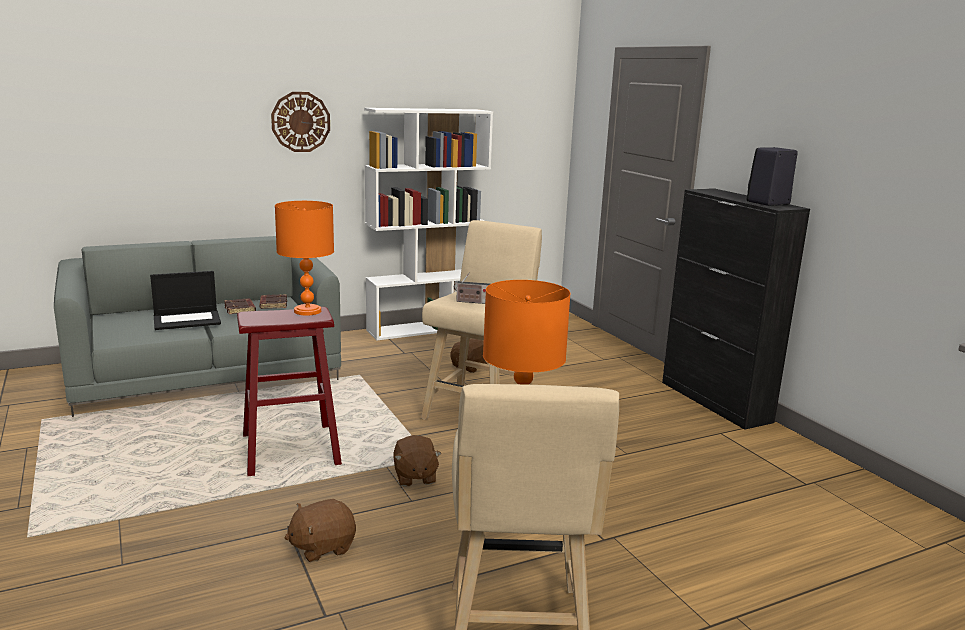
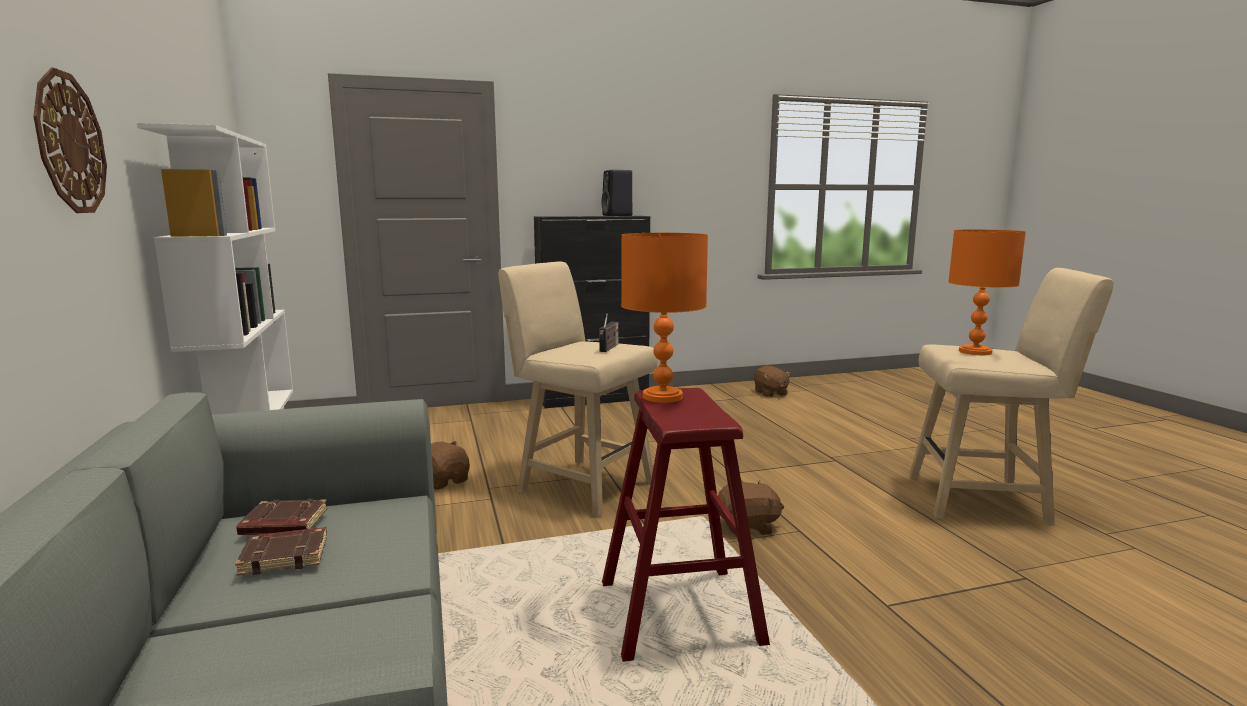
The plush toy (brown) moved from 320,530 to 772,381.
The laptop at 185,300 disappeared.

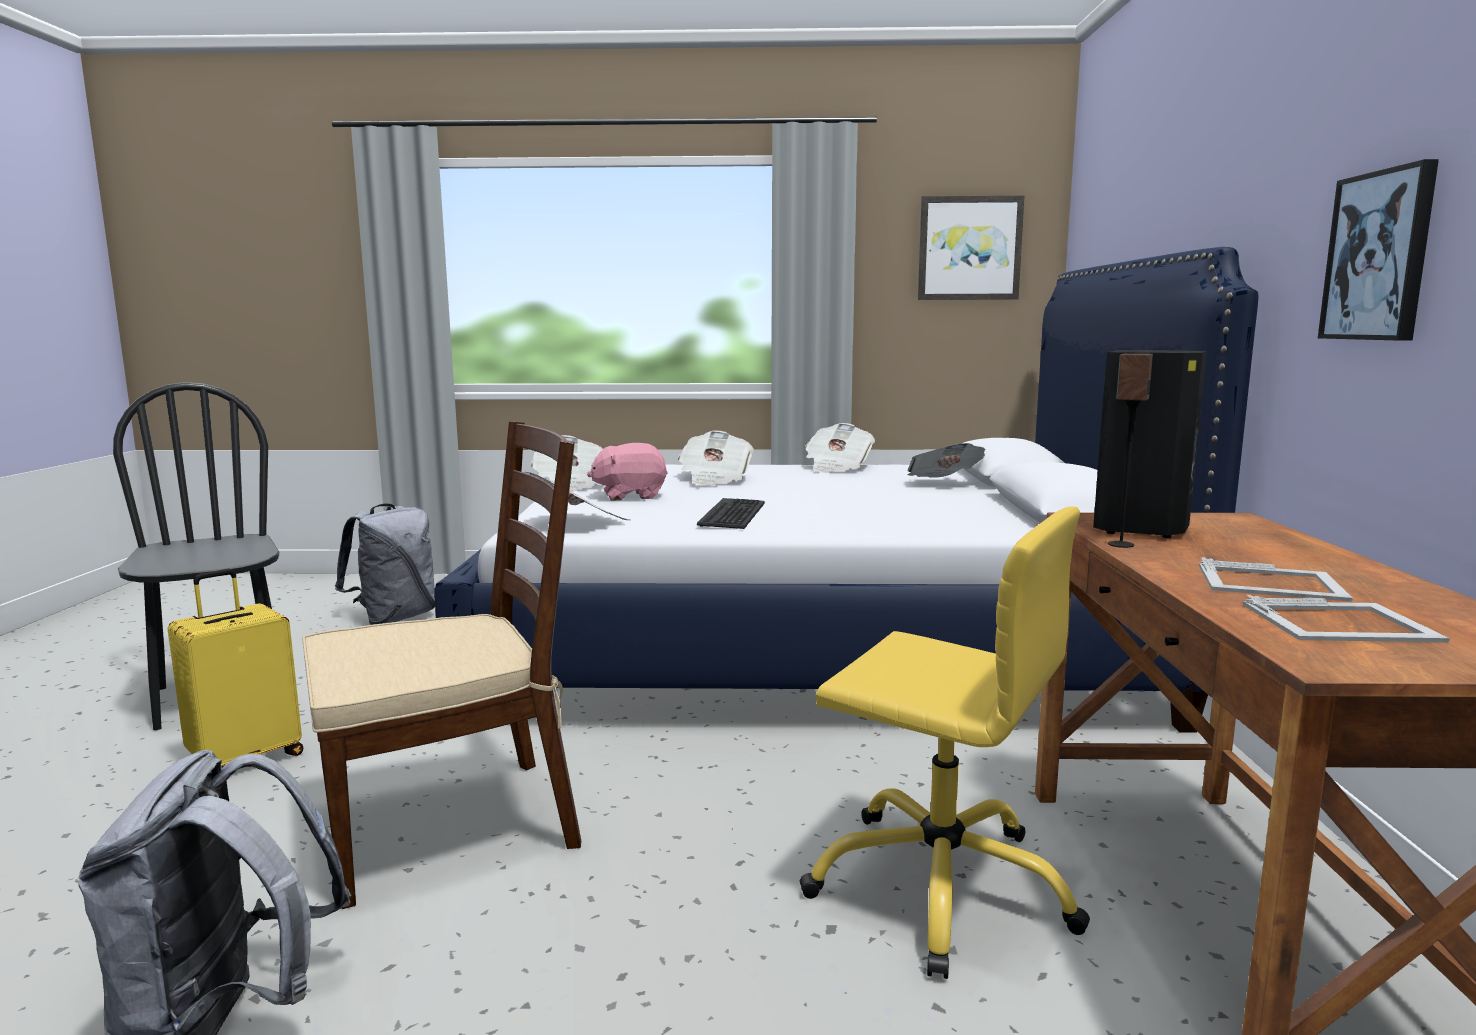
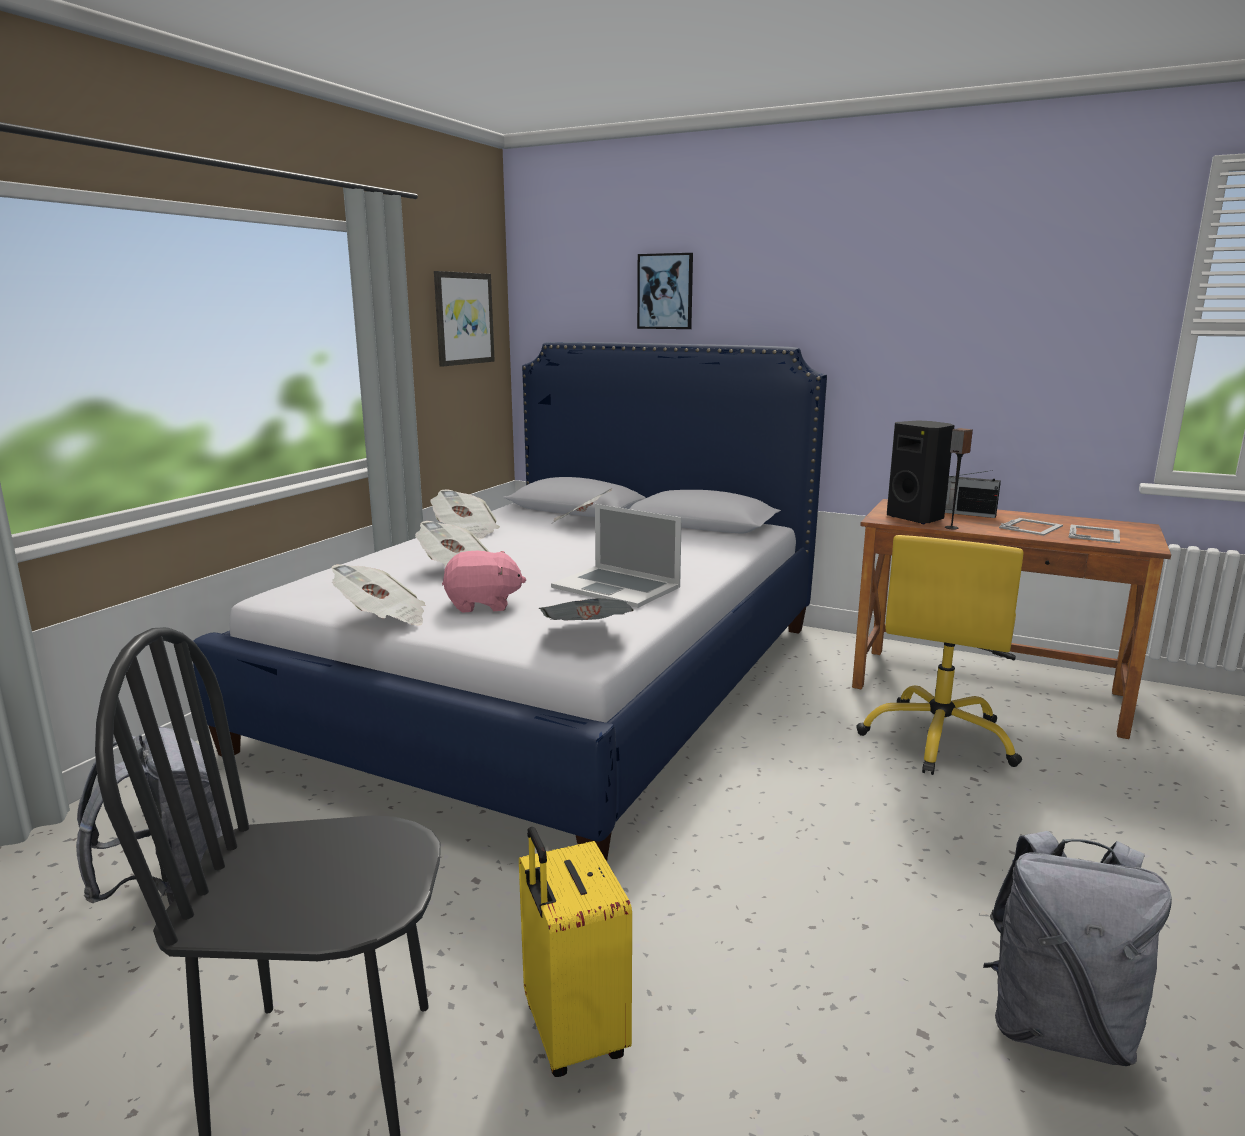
The plush toy (pink) at 627,472 turned 105 degrees counterclockwise.
The keyboard at 731,513 was replaced by the laptop at 616,556.
The picture moved from 1378,250 to 665,291.
The office chair (yellow) at 945,743 turned 150 degrees clockwise.
The radio at 973,494 appeared.
The chair (brown) at 441,665 disappeared.

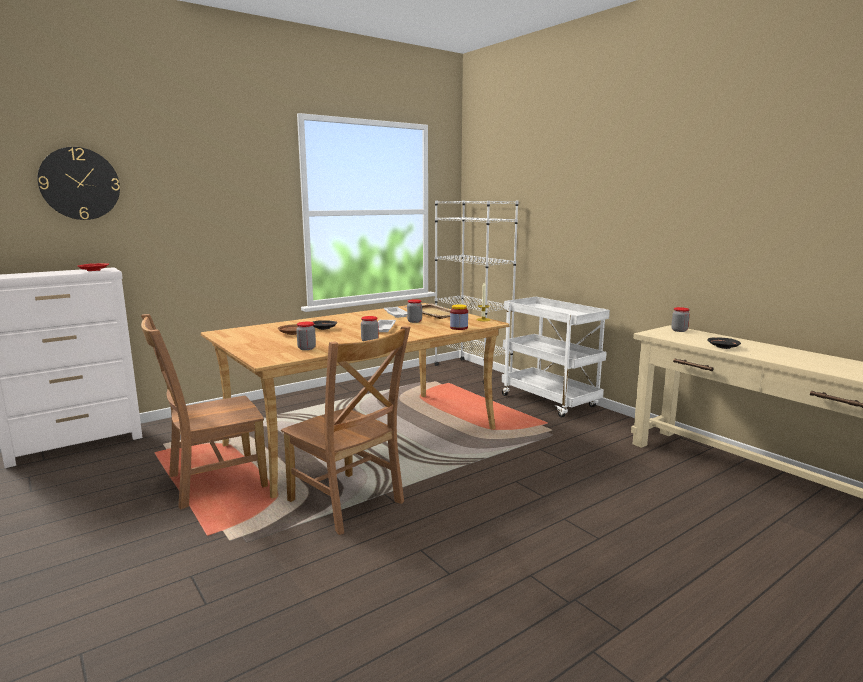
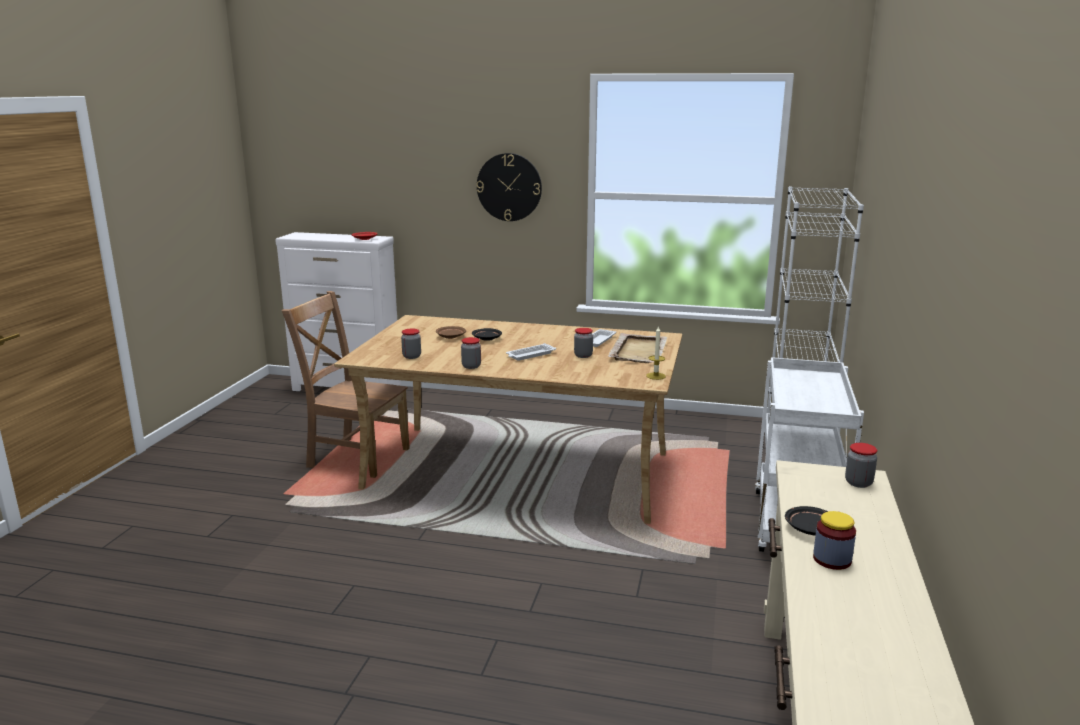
The wall clock moved from 78,183 to 509,187.
The jar moved from 459,317 to 834,540.
The chair (brown) at 345,430 disappeared.

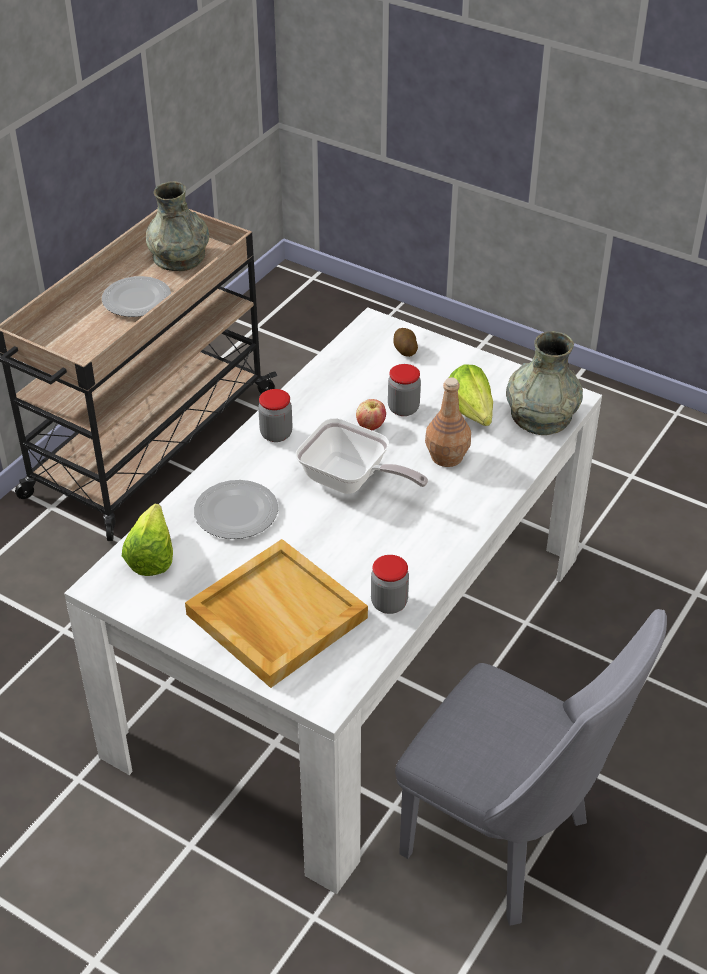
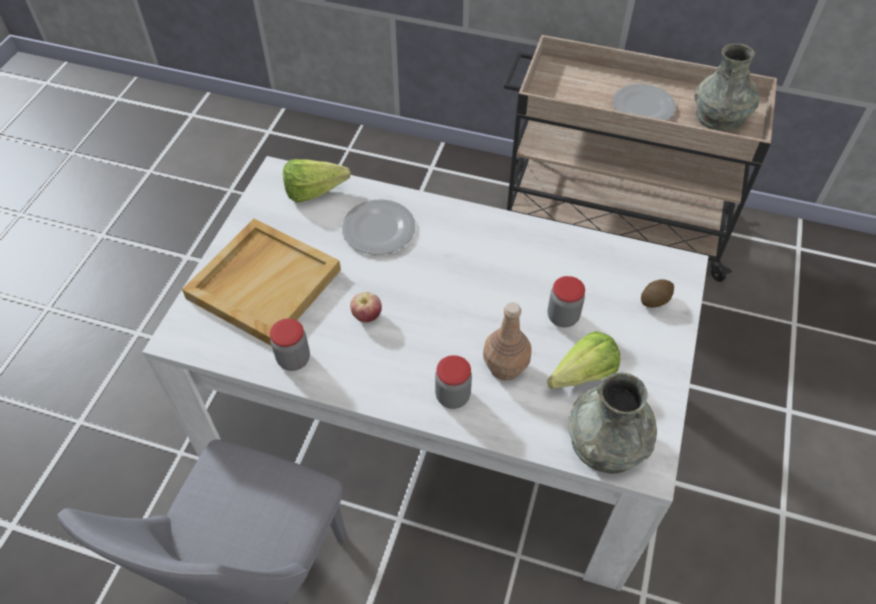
The apple moved from 371,414 to 366,307.
The jar moved from 275,415 to 453,382.
The frying pan at 362,456 disappeared.

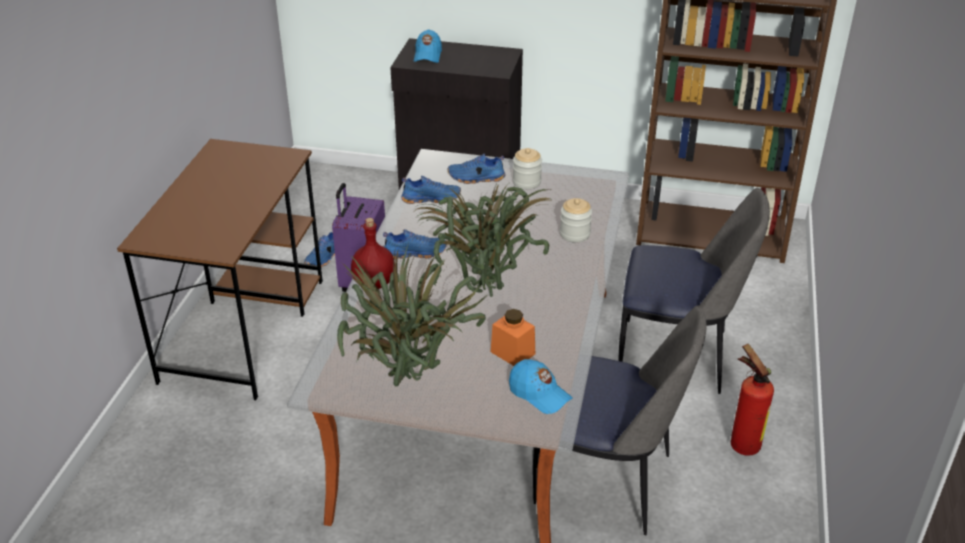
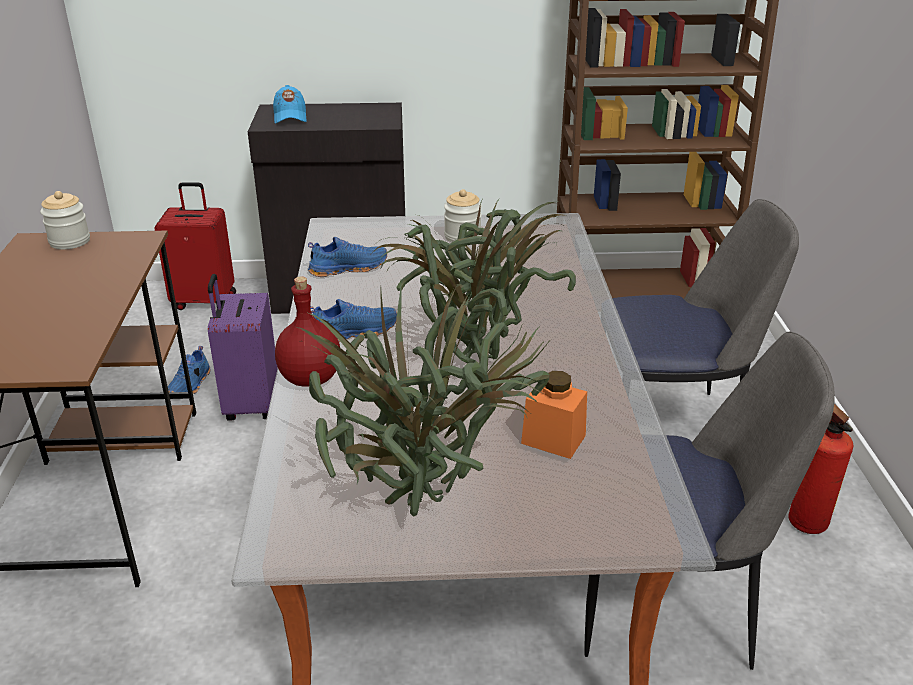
The jar moved from 576,220 to 65,220.
The suitcase (red) at 195,246 appeared.
The shoe (blue) at 476,169 disappeared.
The cap (blue) at 541,386 disappeared.

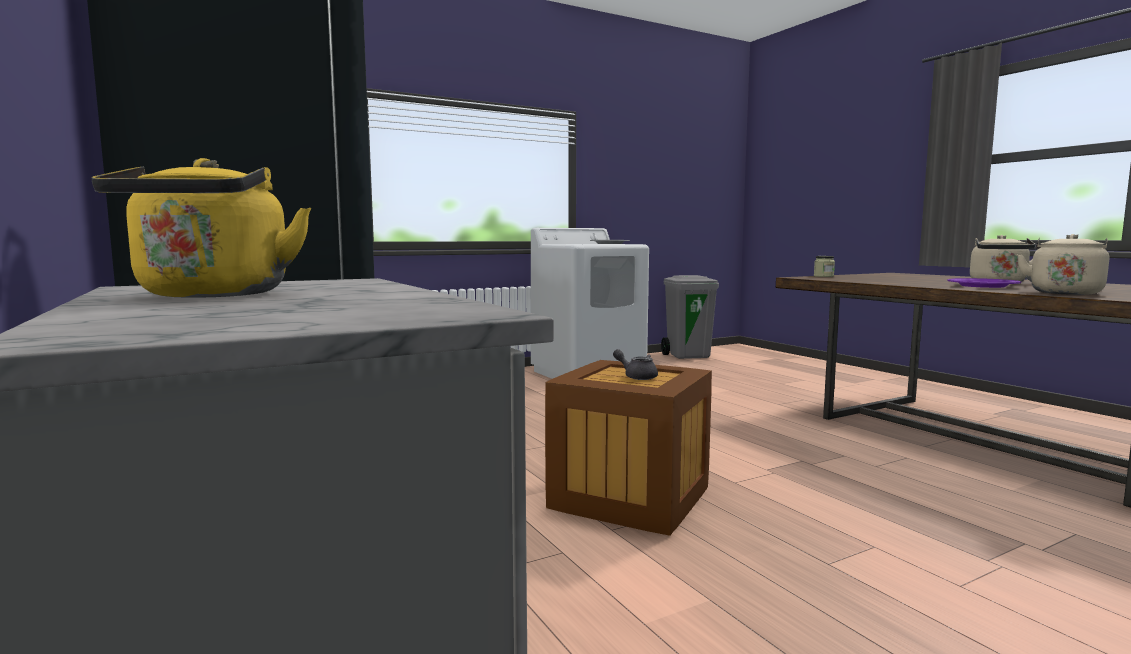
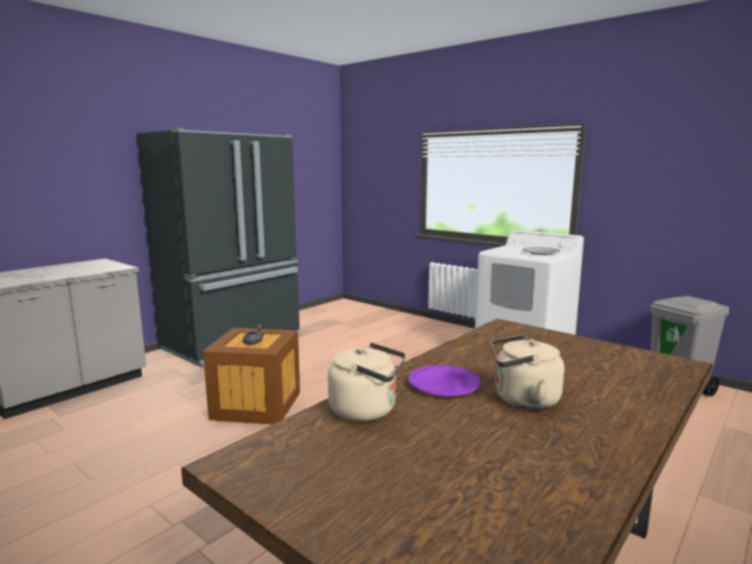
The kettle (yellow) at 201,228 disappeared.
The jar at 824,266 disappeared.

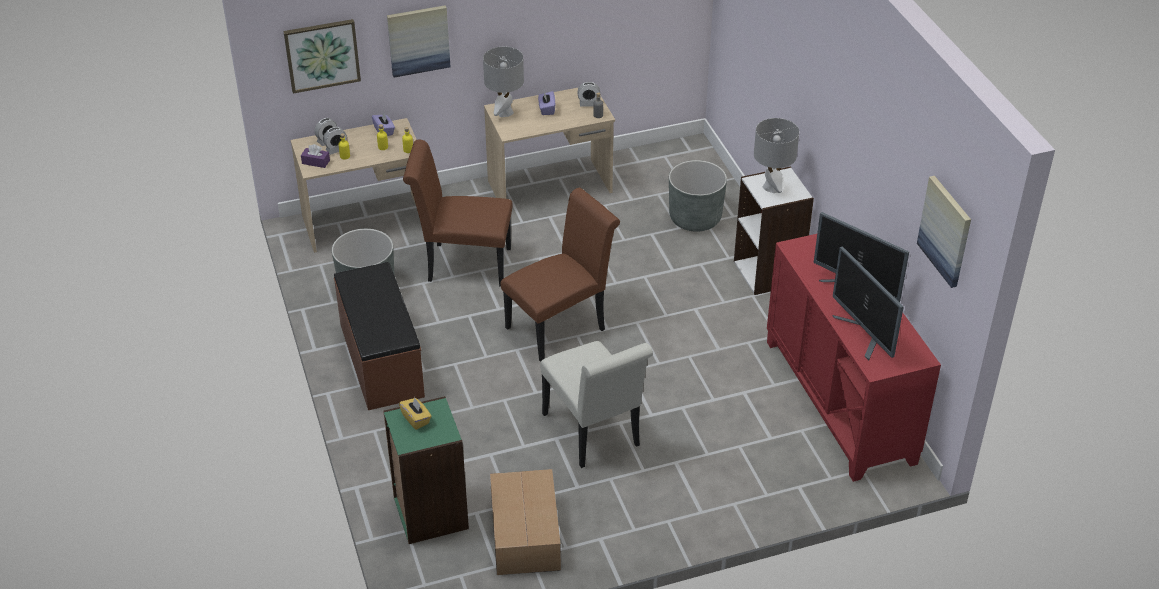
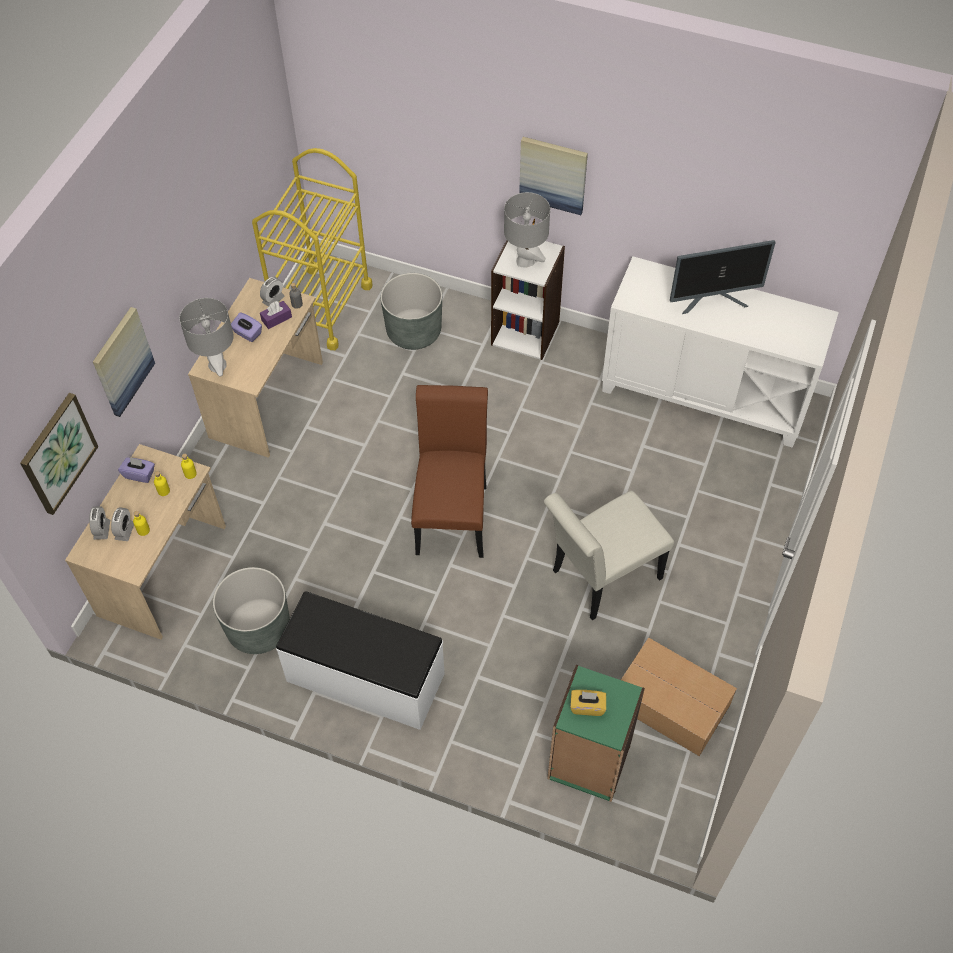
The cart (yellow) at 312,249 appeared.
The tissue box (purple) moved from 315,156 to 276,315.
The bench (brown) at 379,336 became the bench (white) at 360,660.
The picture moved from 944,232 to 553,176.
The chair (white) at 596,404 turned 135 degrees clockwise.
The cabinet (red) at 854,358 became the cabinet (white) at 720,352.
The chair (brown) at 458,213 disappeared.
The monitor at 868,303 disappeared.

